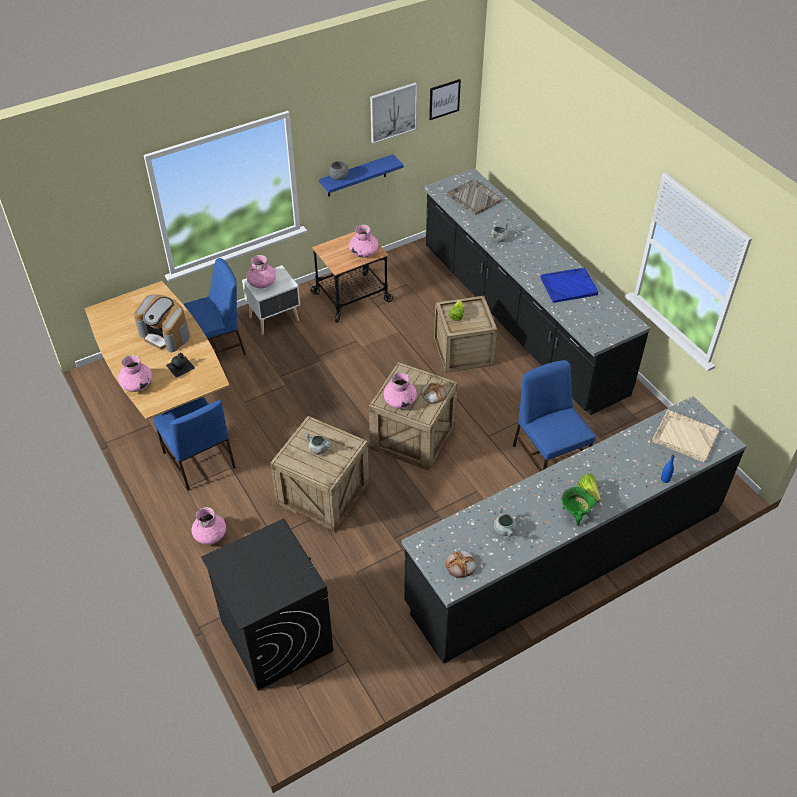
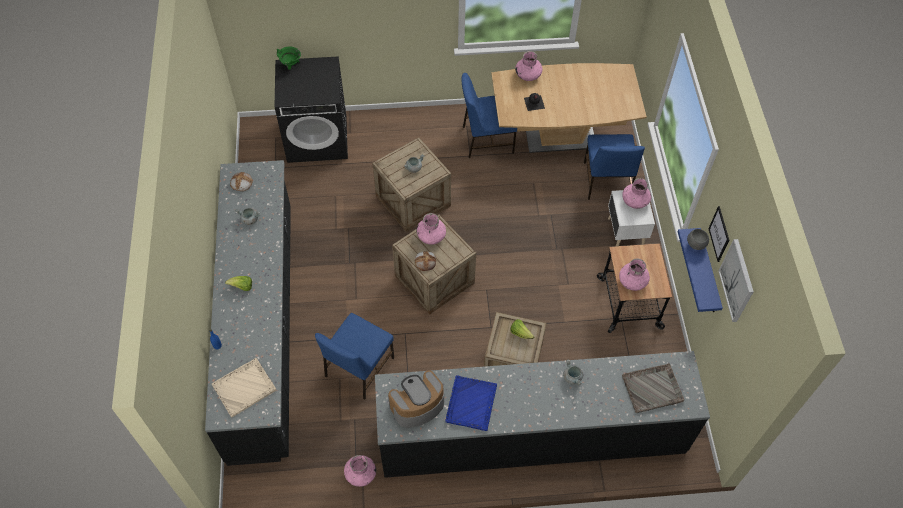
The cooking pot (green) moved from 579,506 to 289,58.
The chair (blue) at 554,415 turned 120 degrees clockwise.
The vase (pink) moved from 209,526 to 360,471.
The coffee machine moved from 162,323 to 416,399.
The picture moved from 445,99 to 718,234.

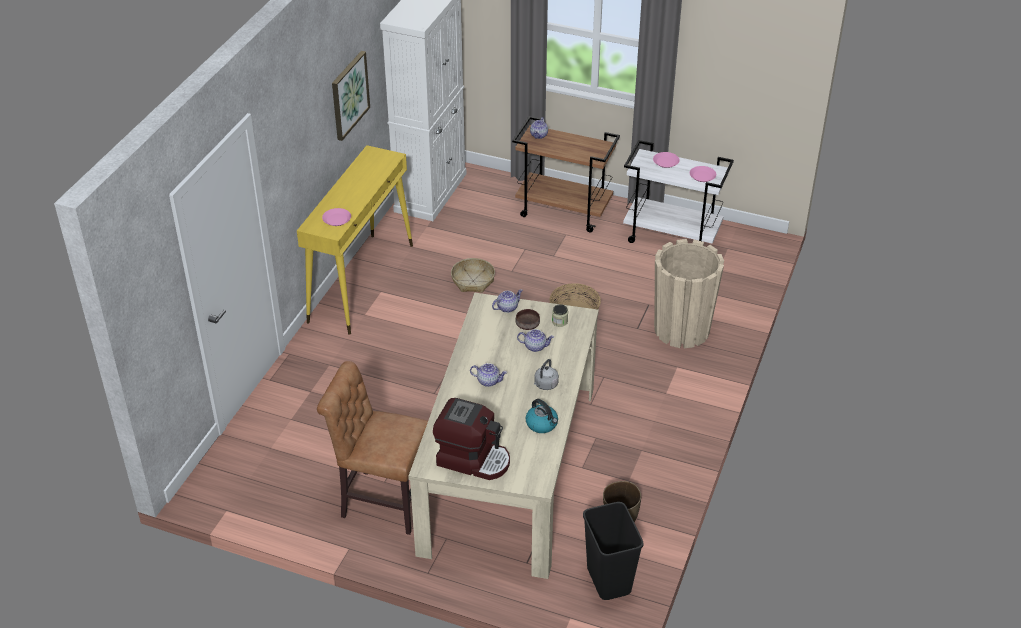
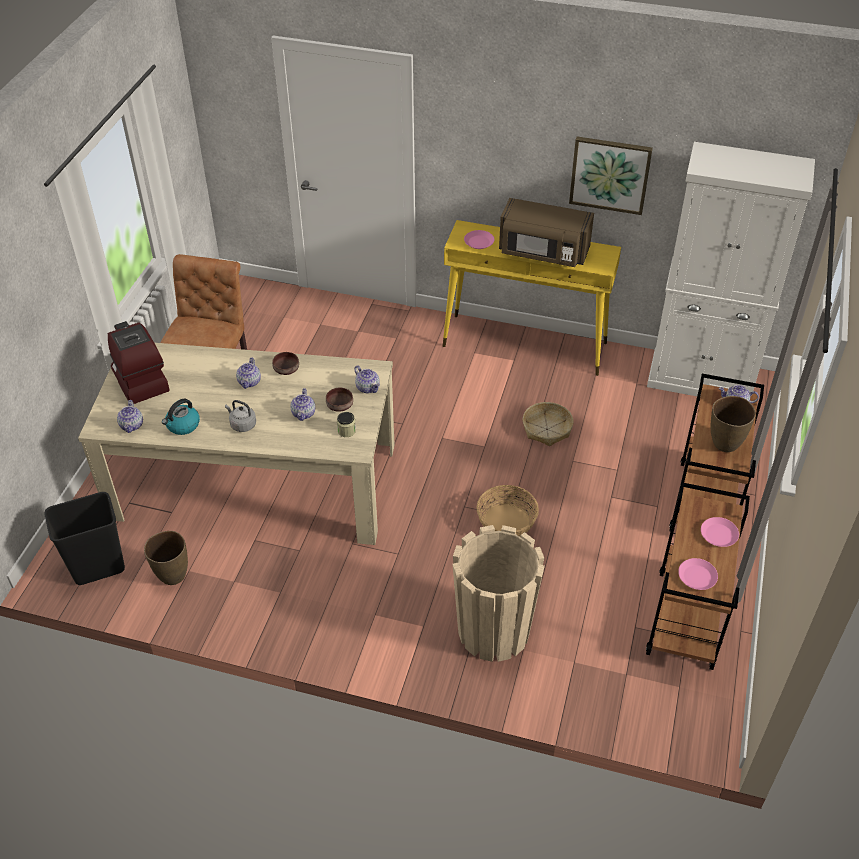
The coffee machine at 471,439 turned 135 degrees clockwise.
The teapot at 130,416 appeared.
The bowl (brown) at 285,363 appeared.
The microwave (brown) at 546,232 appeared.
The cart (white) at 678,192 became the cart (brown) at 698,576.
The vase (brown) at 733,424 appeared.

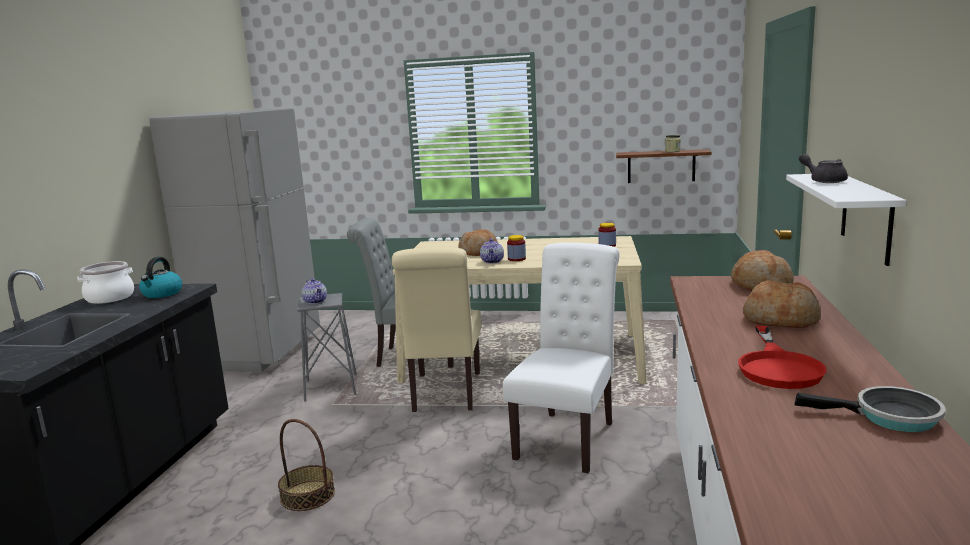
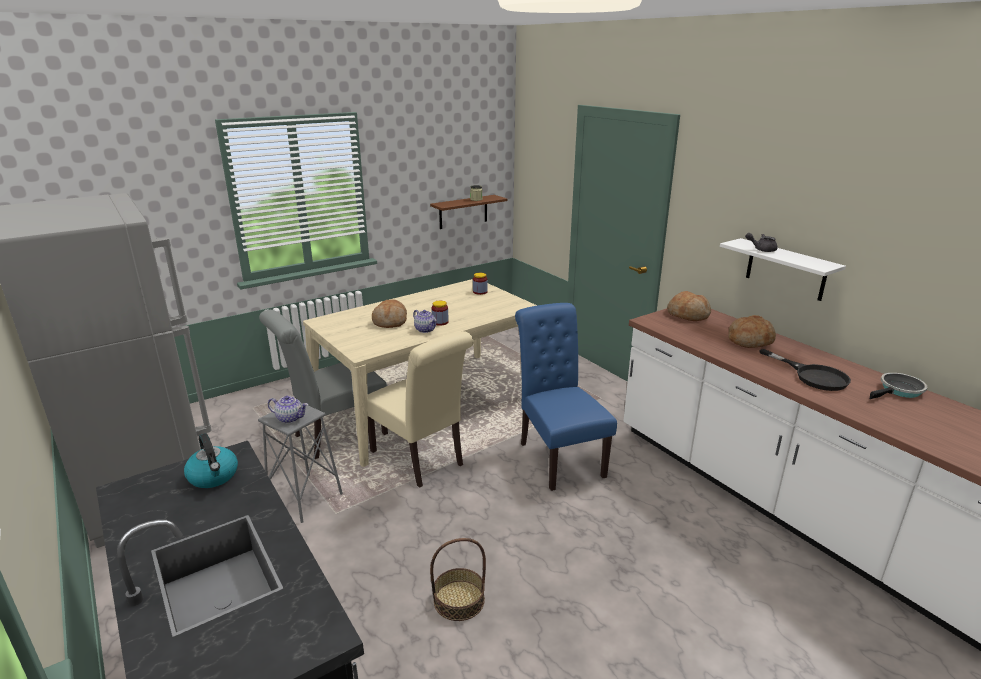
The chair (white) at 561,358 became the chair (blue) at 566,397.
The frying pan (red) at 782,357 became the frying pan (black) at 805,370.
The cooking pot at 105,282 disappeared.

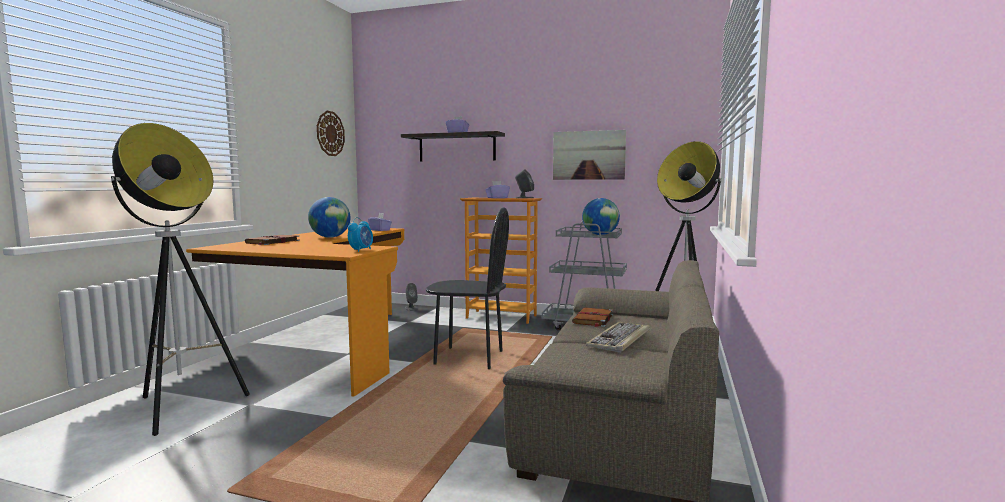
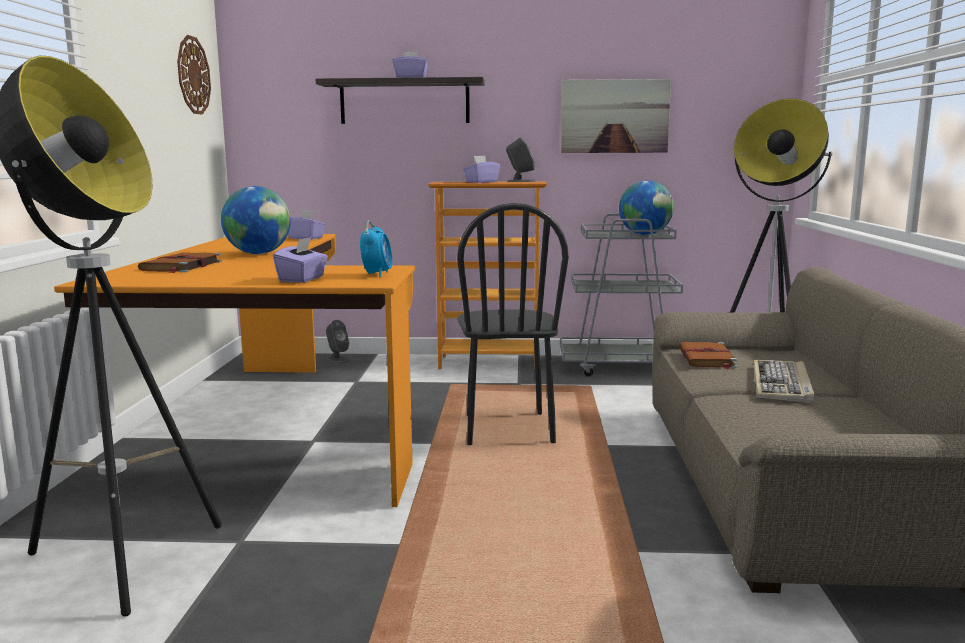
The tissue box (purple) at 300,260 appeared.
The chair (black) at 467,288 turned 90 degrees clockwise.

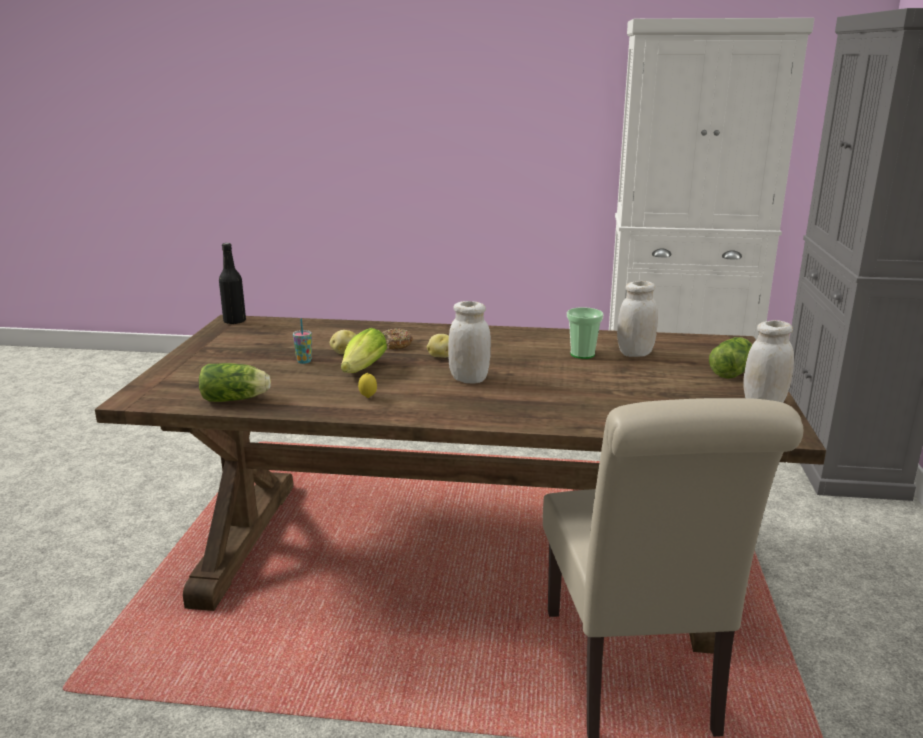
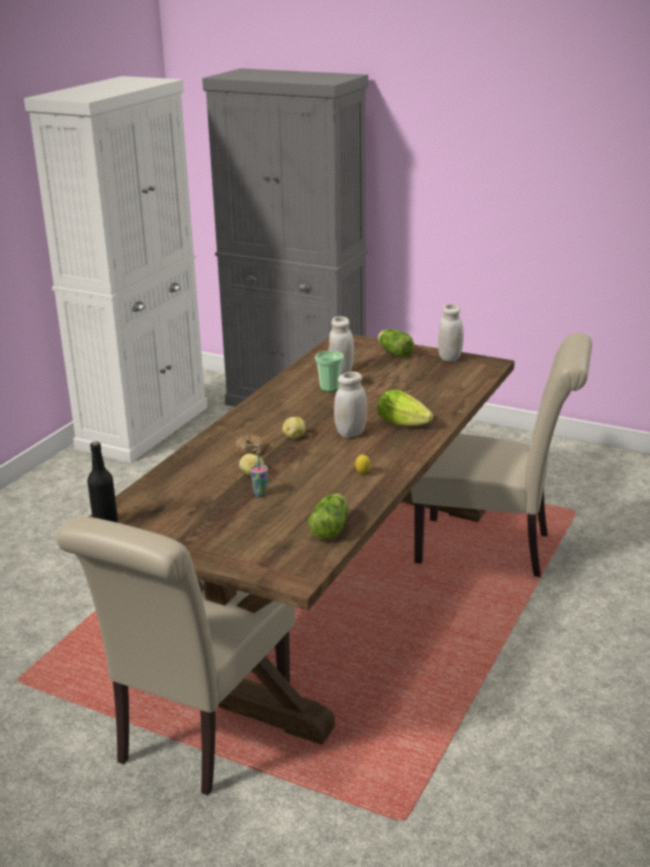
The chair (beige) at 175,655 appeared.
The lettuce moved from 364,350 to 405,408.

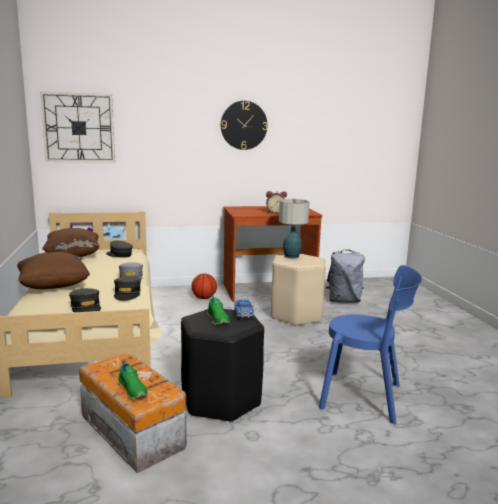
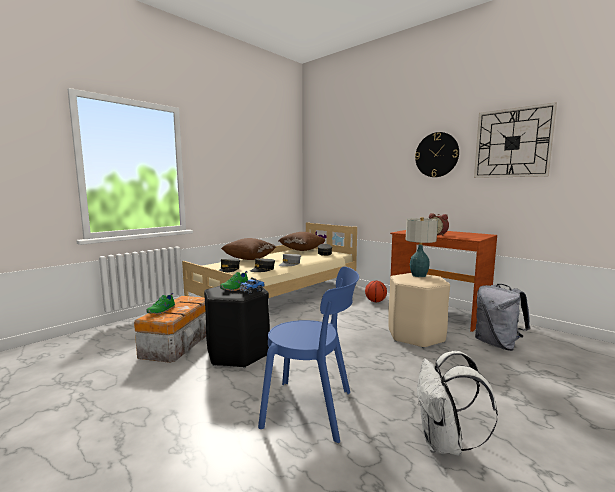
The chair (blue) at 370,344 turned 60 degrees counterclockwise.
The backpack (white) at 457,403 appeared.
The wall clock moved from 77,127 to 515,140.

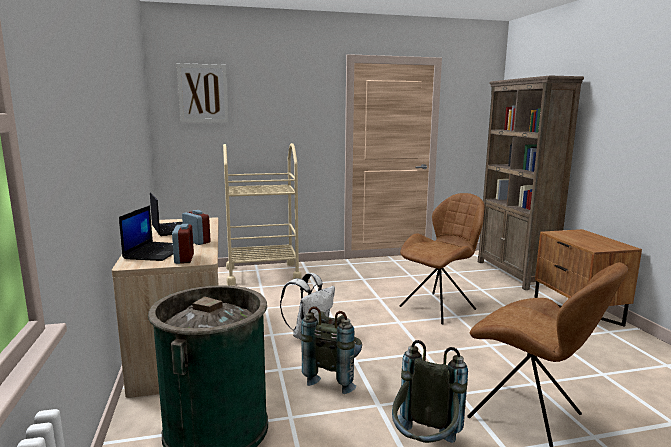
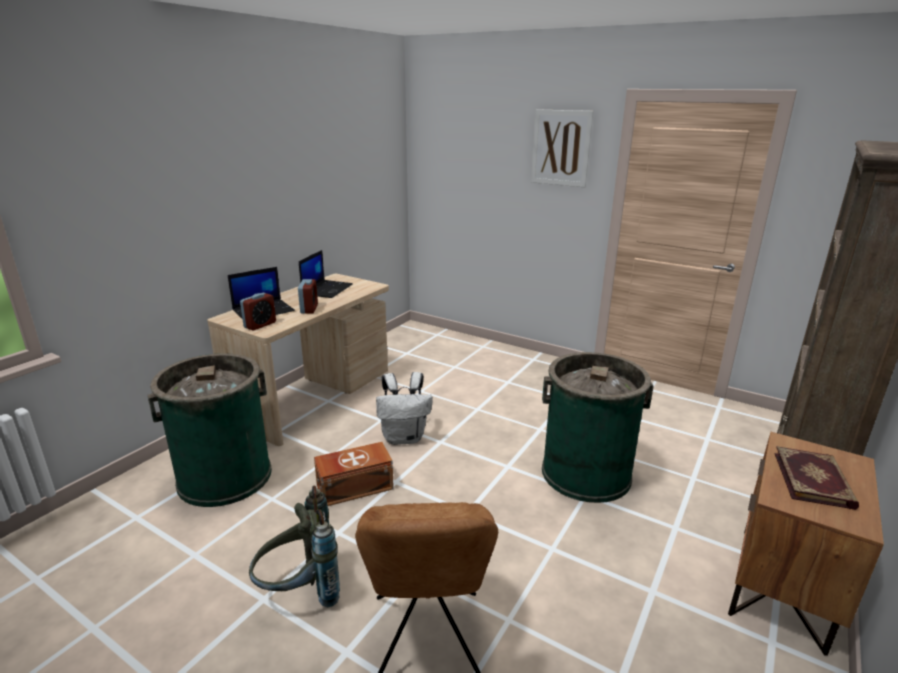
The backpack (grey) at 331,350 was replaced by the storage box (brown) at 354,474.
The picture moved from 203,93 to 562,148.
The chair (brown) at 441,259 was replaced by the trash can (green) at 598,427.
The book at 817,478 appeared.
The cart (beige) at 262,214 disappeared.

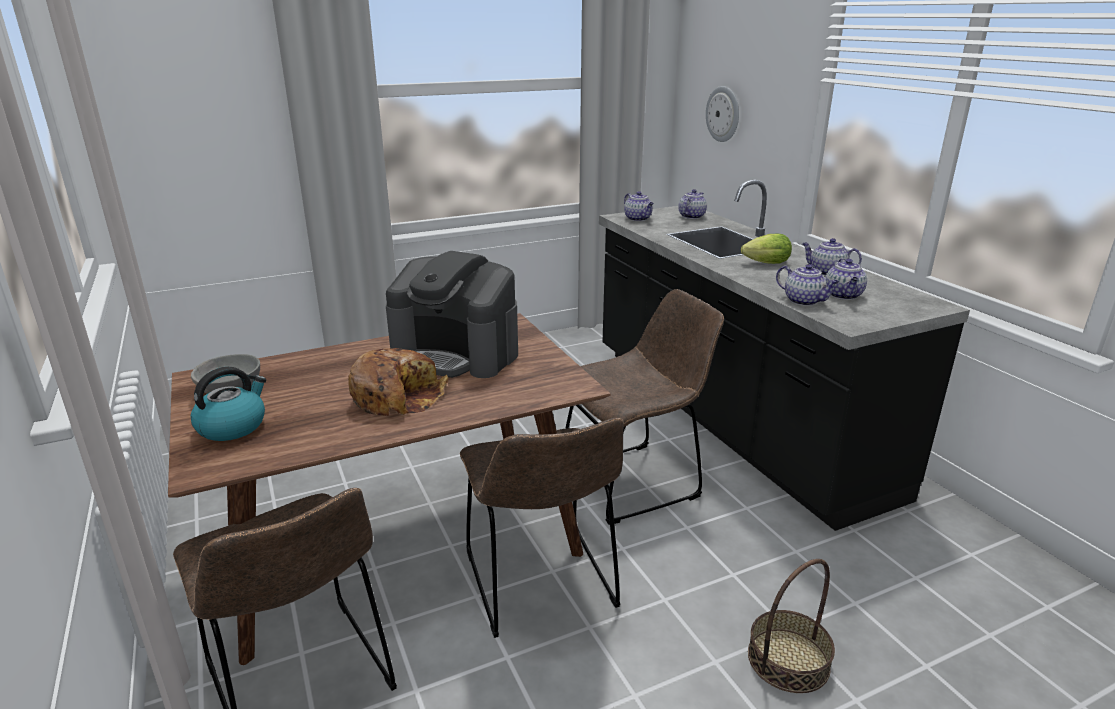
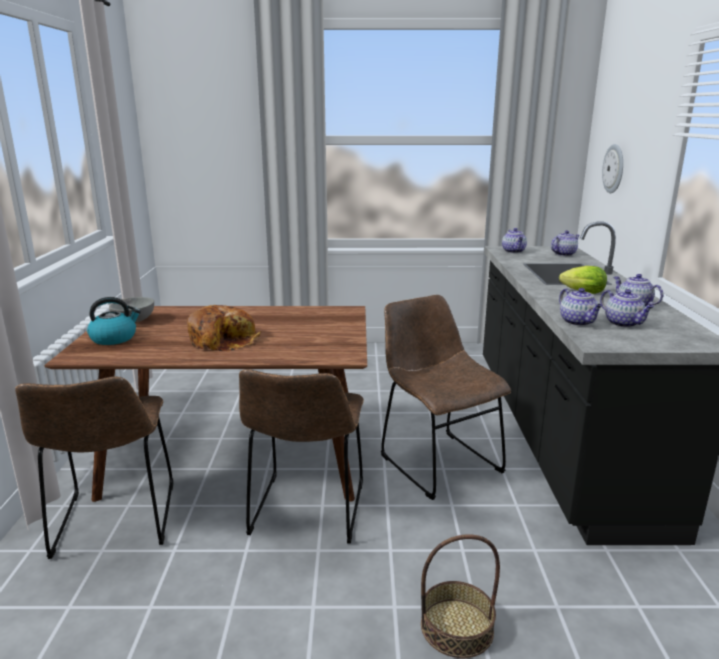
The chair (brown) at 644,407 turned 120 degrees counterclockwise.
The teapot at 846,279 turned 60 degrees counterclockwise.
The coffee machine at 452,314 disappeared.

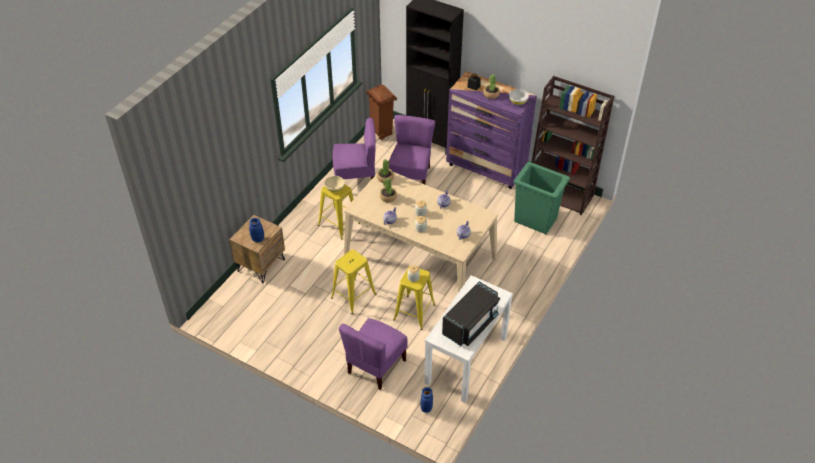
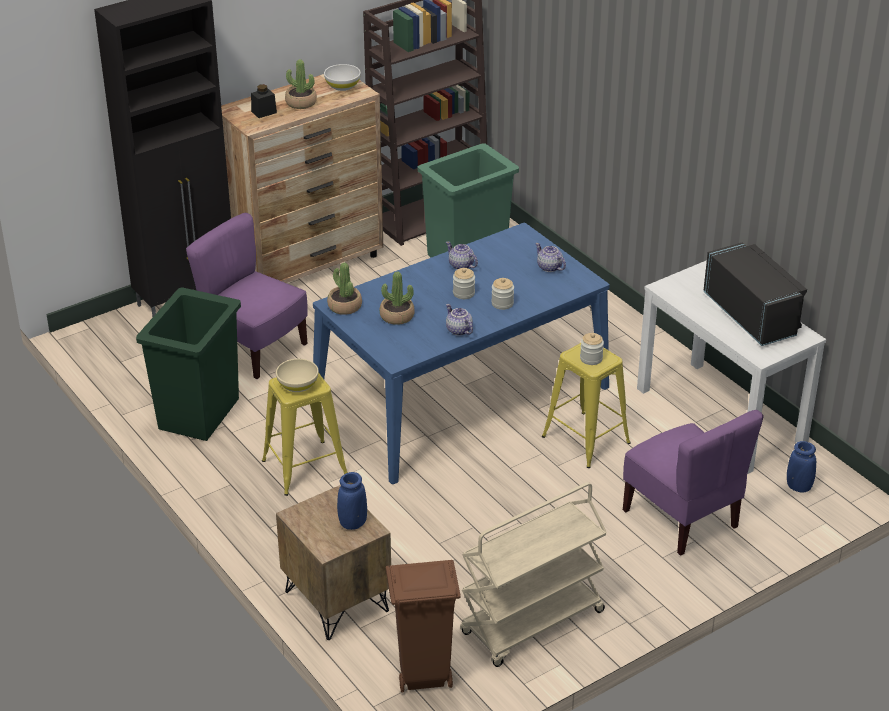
The chair (purple) at 354,149 was replaced by the trash can (green) at 188,364.
The dresser (purple) at 491,130 became the dresser (brown) at 302,178.
The dining table (beige) at 421,232 became the dining table (blue) at 461,353.
The trash can (brown) moved from 381,112 to 423,626.
The cart (beige) at 533,574 appeared.
The stool (yellow) at 353,281 disappeared.

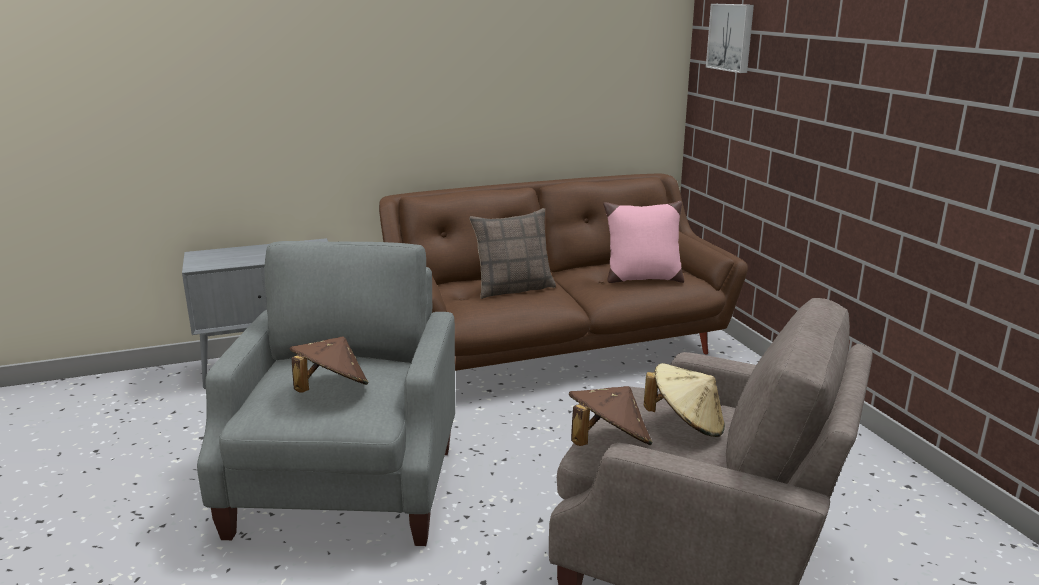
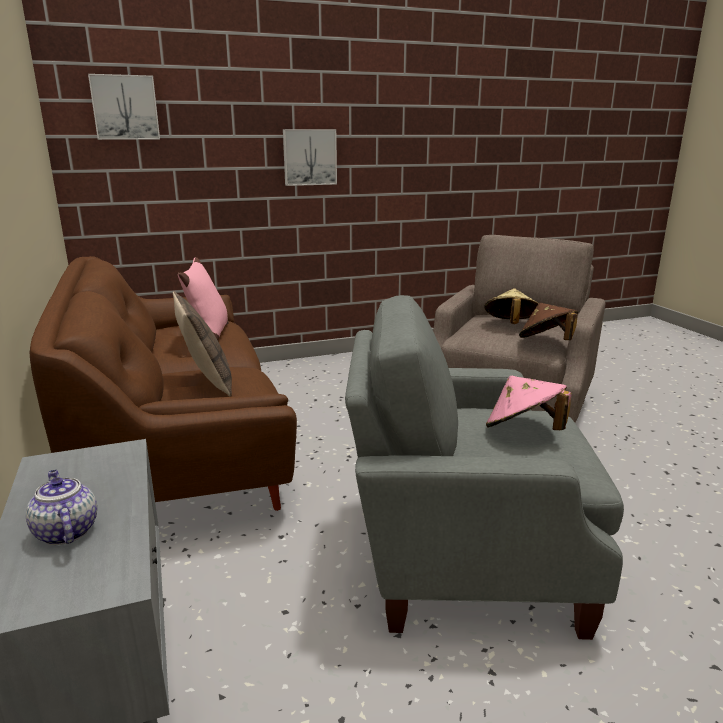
The teapot at 61,507 appeared.
The picture at 310,157 appeared.
The hat (brown) at 328,365 became the hat (pink) at 529,403.

